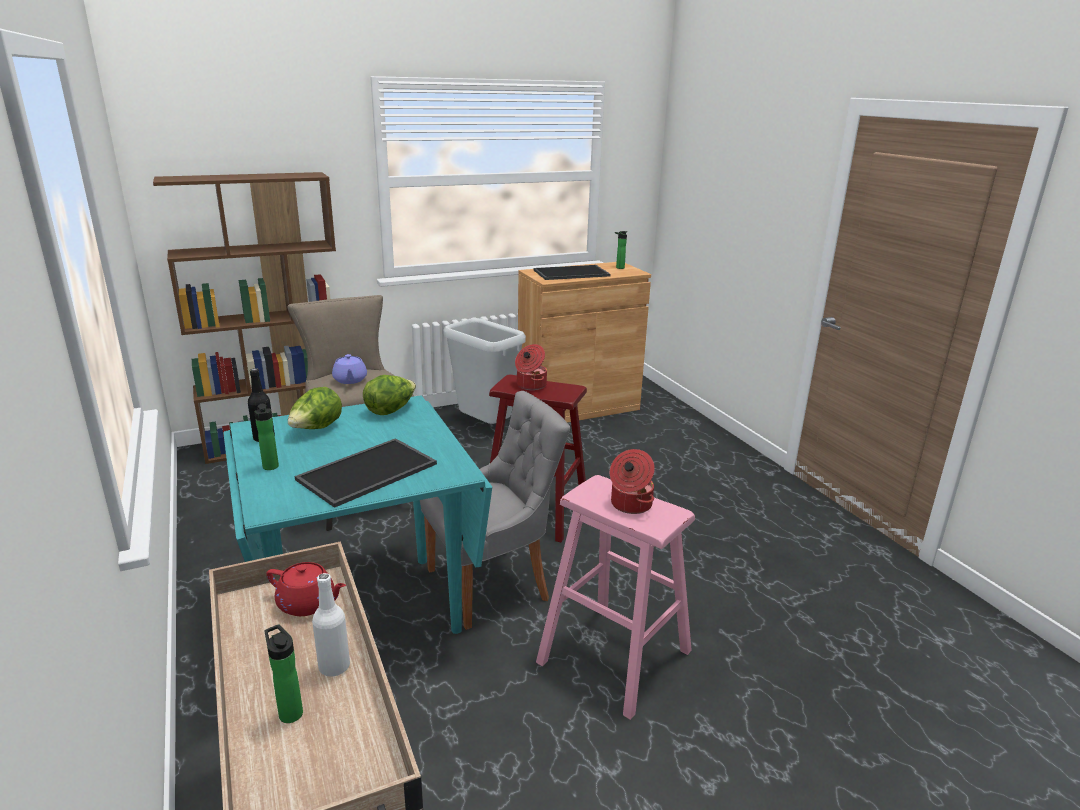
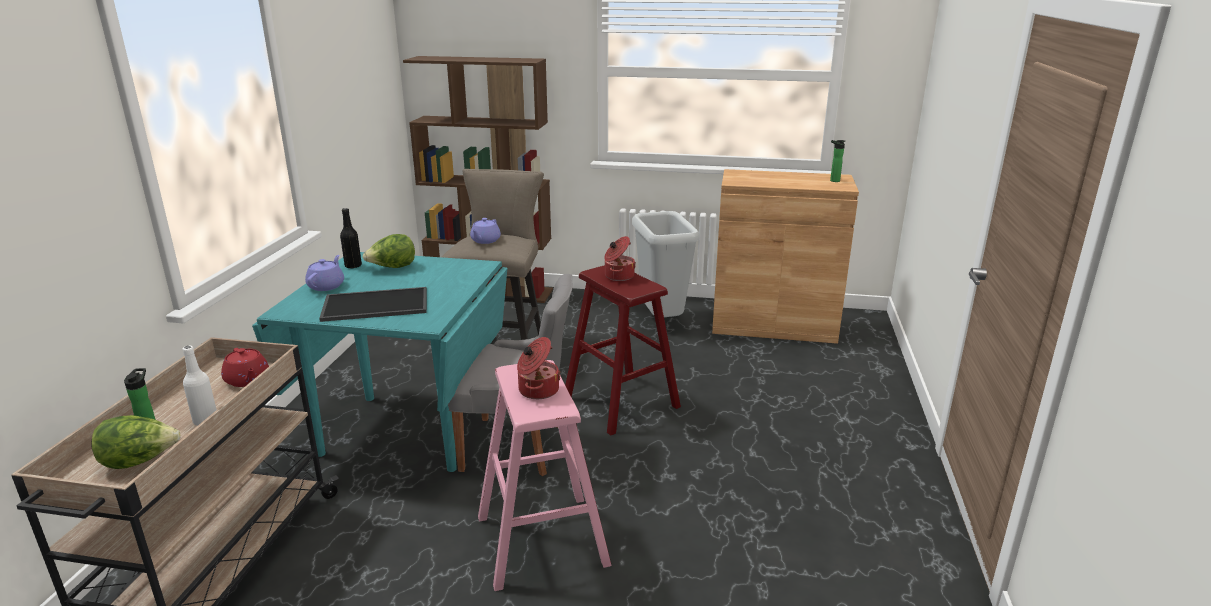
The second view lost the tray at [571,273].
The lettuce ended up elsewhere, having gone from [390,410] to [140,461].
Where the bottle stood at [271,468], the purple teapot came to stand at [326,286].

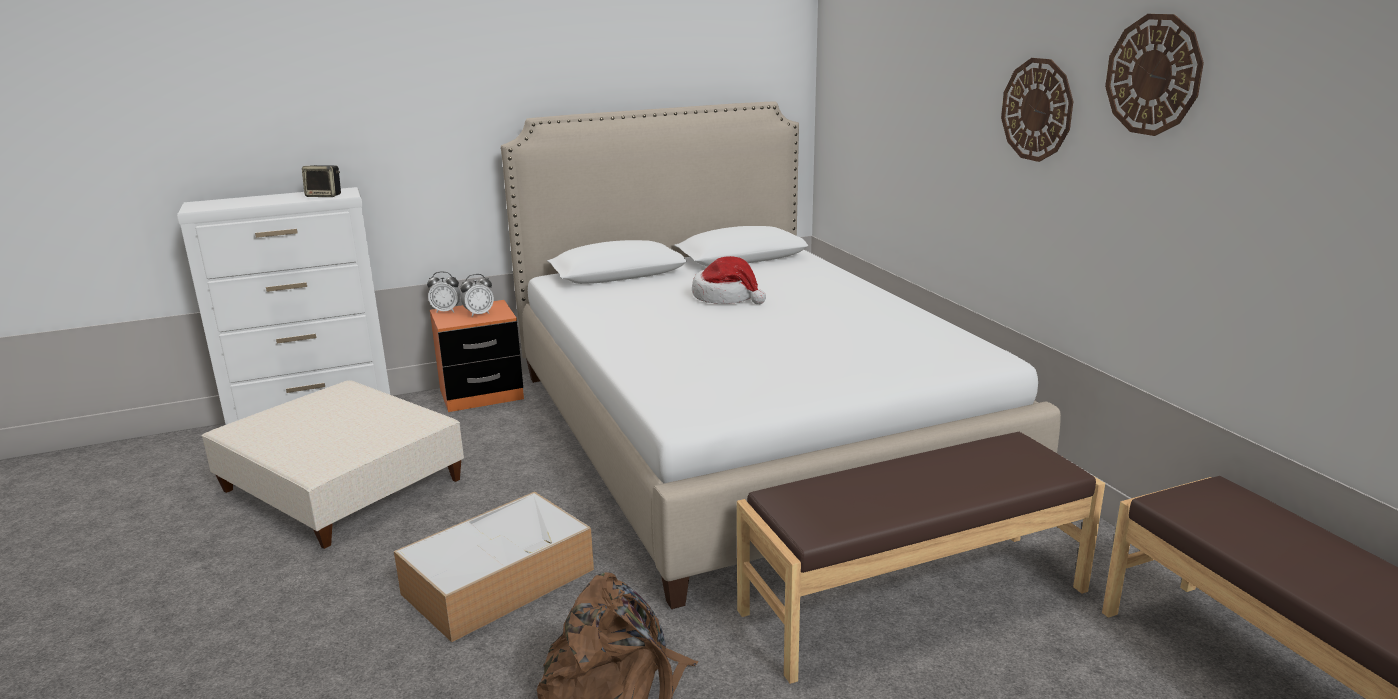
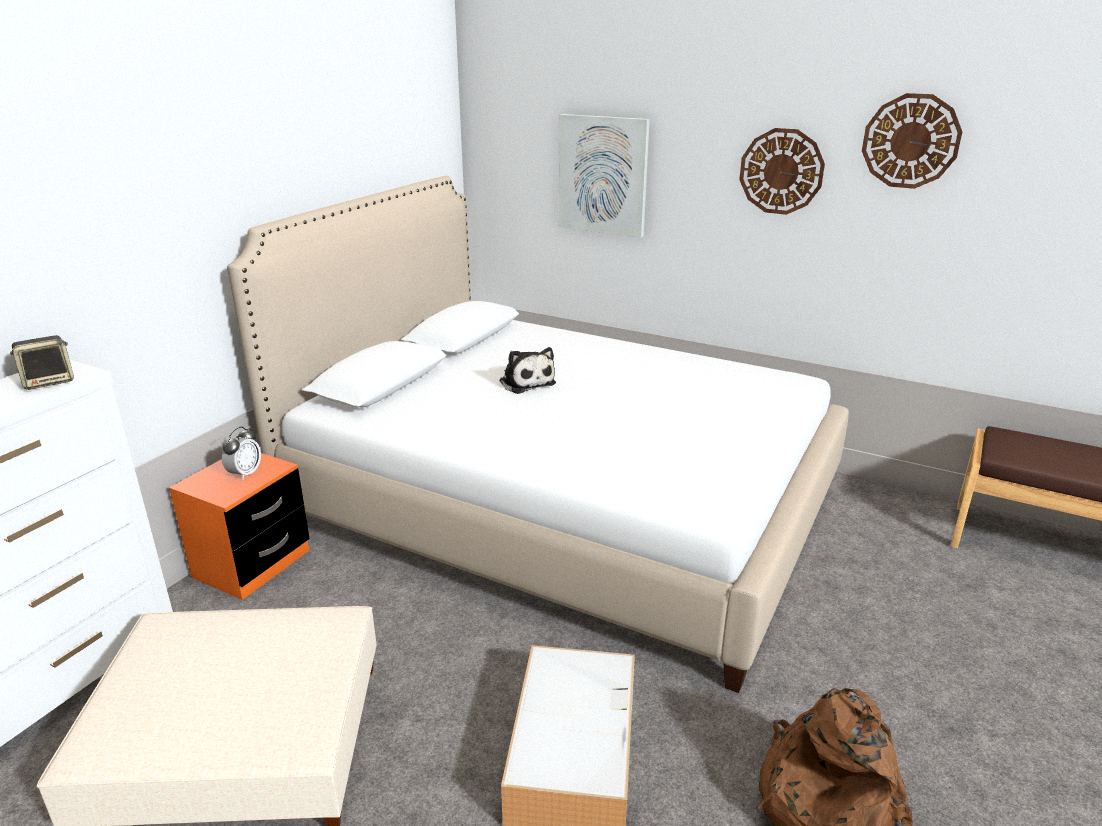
Where the hat stood at [726,297], the plush toy came to stand at [526,382].
The second view lost the alarm clock at [446,311].
The second view lost the brown bench at [913,600].
The second view gained the picture at [603,175].

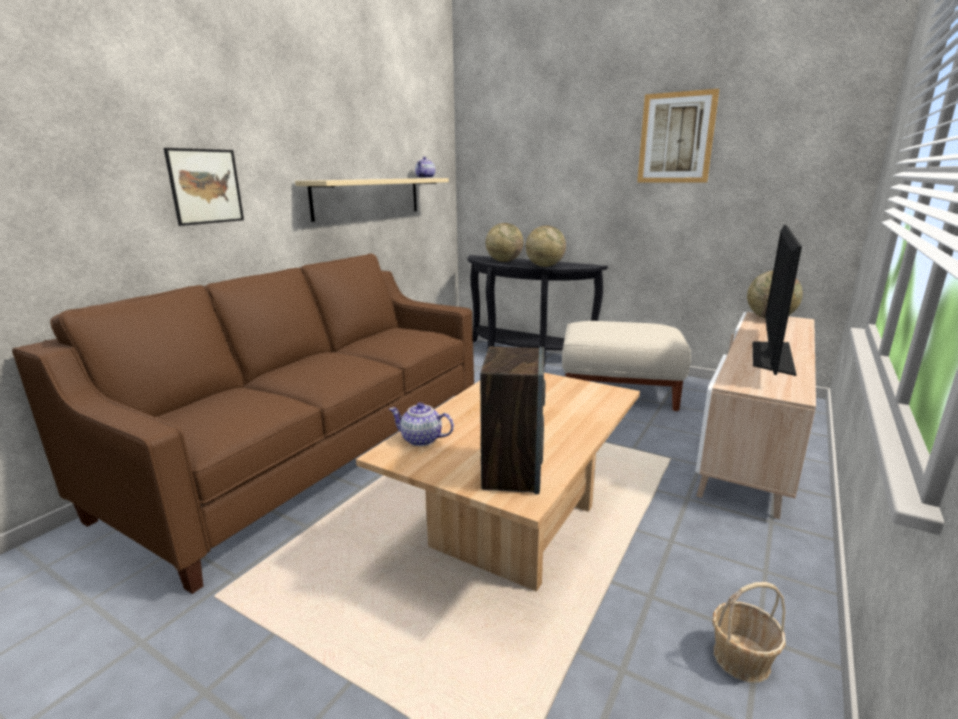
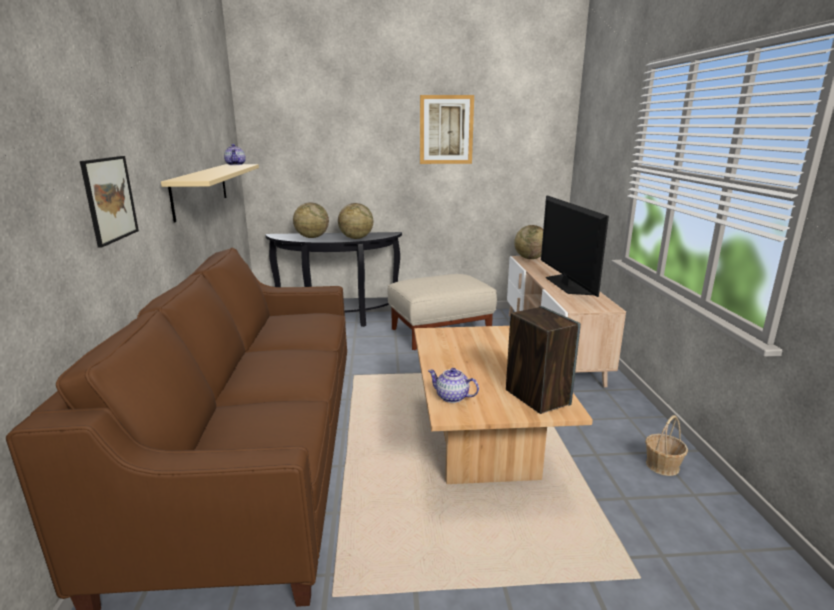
The teapot at [422,440] ended up facing another way, 45 degrees clockwise from before.

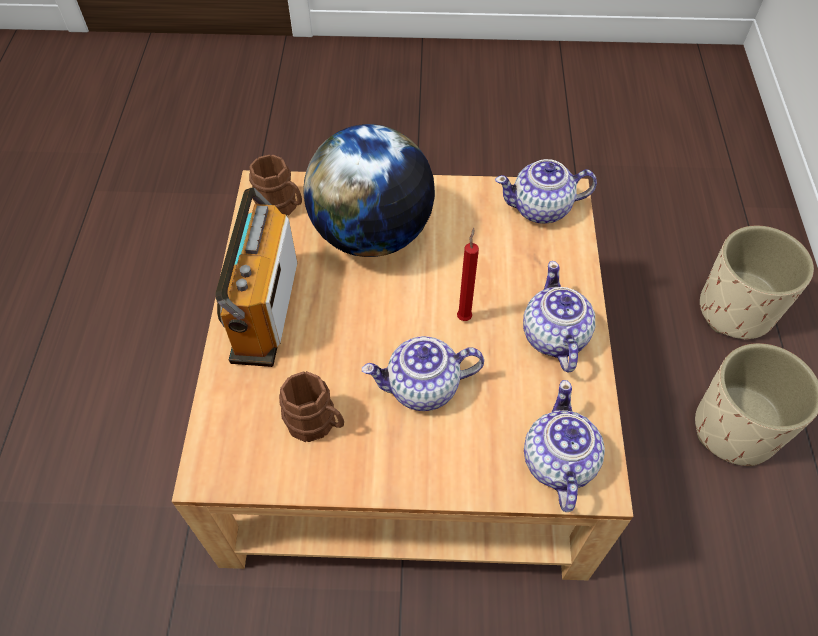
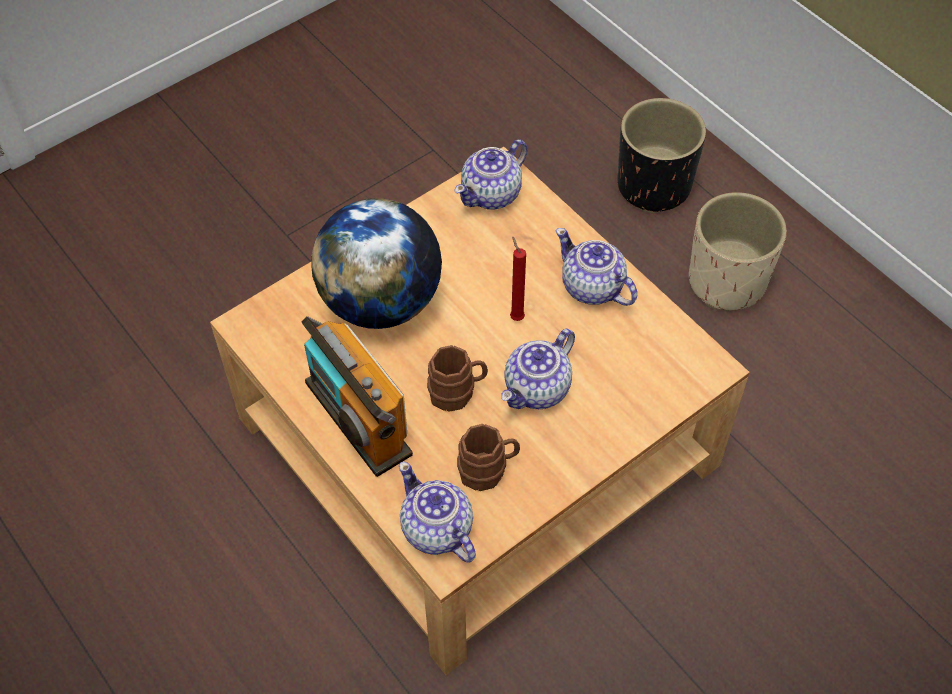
The brown mug ended up elsewhere, having gone from [281,207] to [457,392].
What was the beige planter at [736,310] turned into the black planter at [653,185].
The teapot ended up elsewhere, having gone from [557,463] to [437,530].

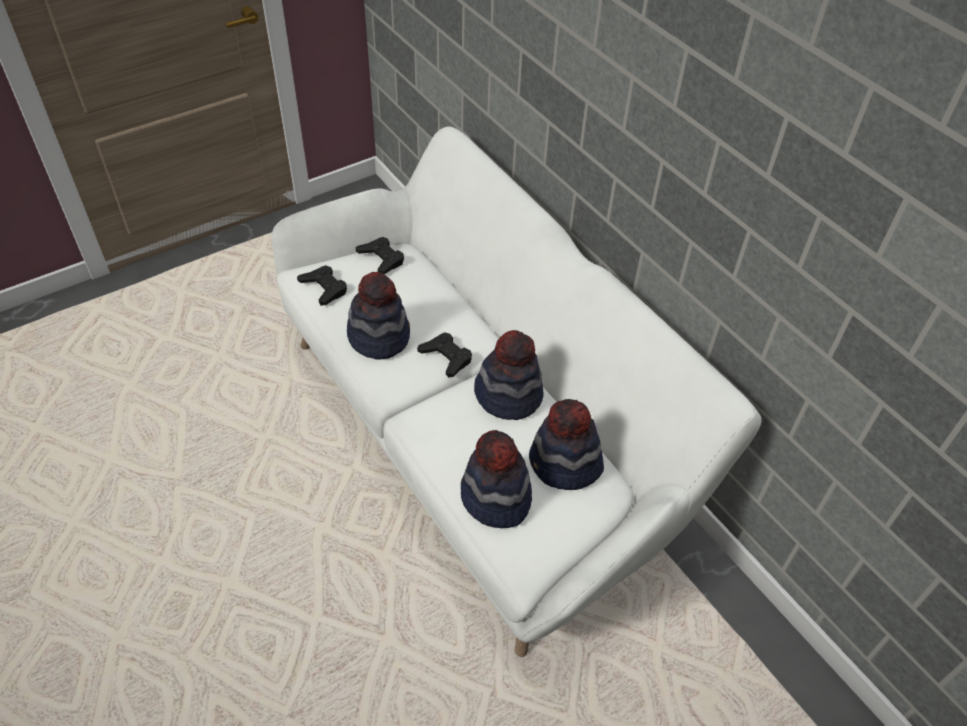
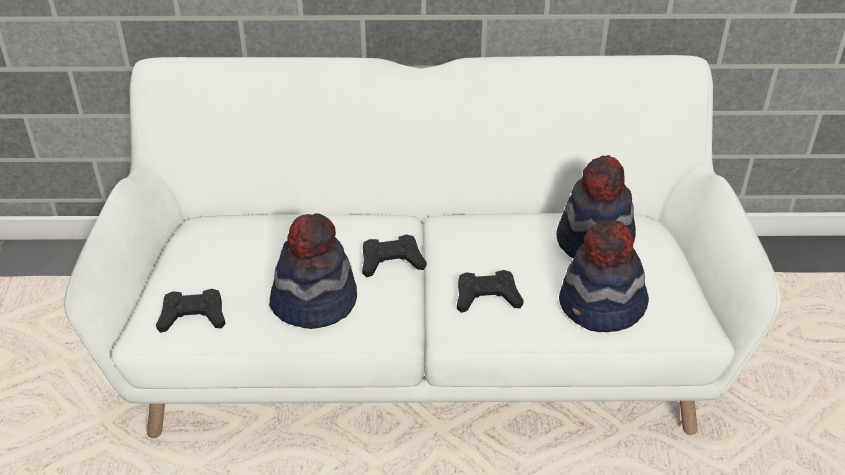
The black game controller ended up elsewhere, having gone from [381,259] to [487,296].
The second view lost the hat at [508,395].

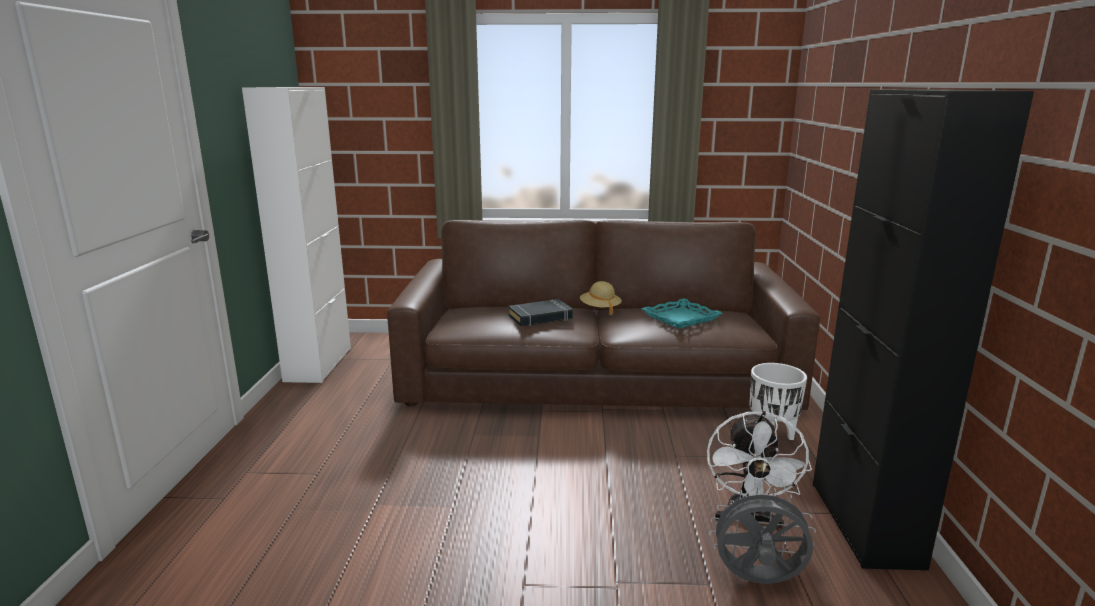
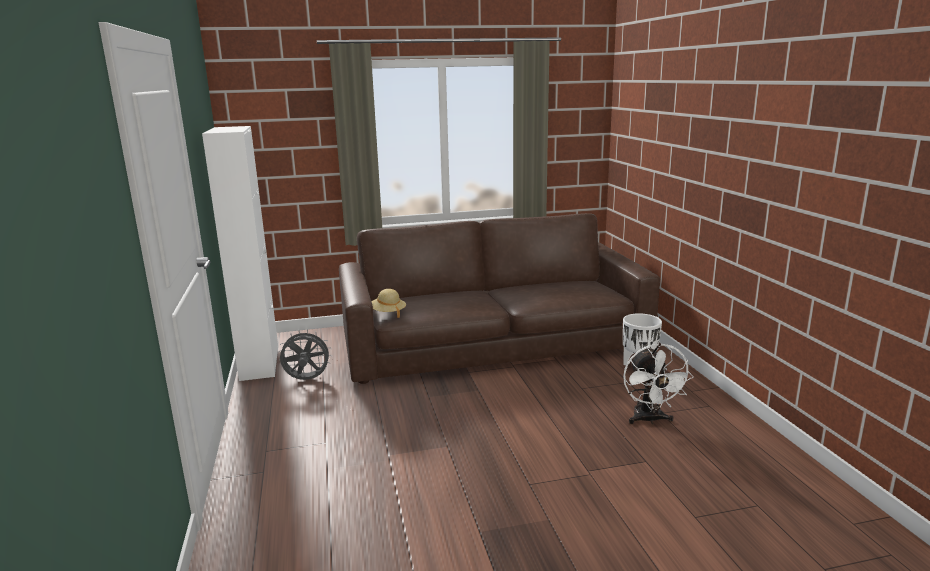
The second view lost the black cabinet at [864,523].
The beige hat ended up elsewhere, having gone from [600,309] to [388,313].
The second view lost the turquoise tray at [681,318].
The second view lost the black book at [540,317].
The grey fan ended up elsewhere, having gone from [757,581] to [307,380].

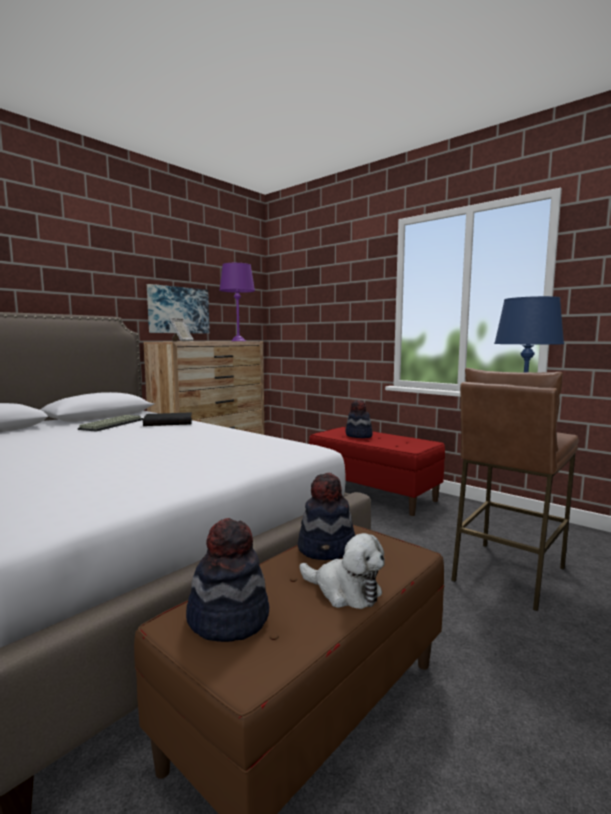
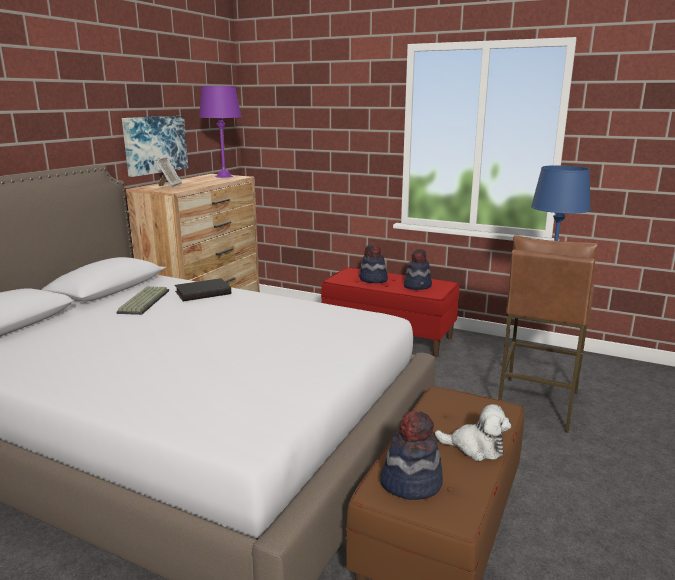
The hat ended up elsewhere, having gone from [327,548] to [418,286].

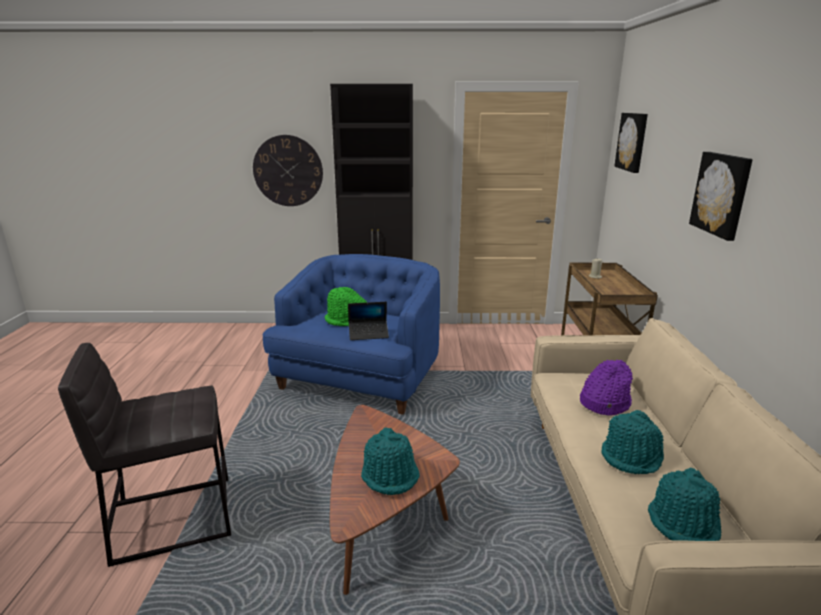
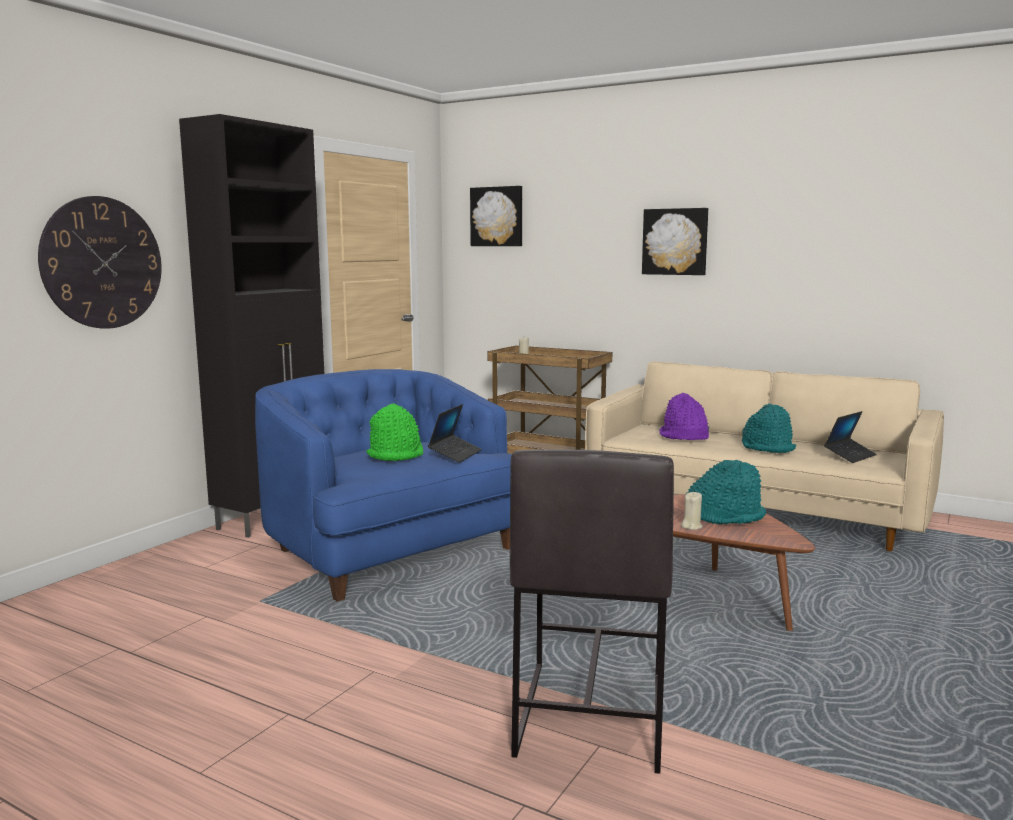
Where the turquoise hat stood at [683,521], the laptop came to stand at [850,456].
The second view gained the beige candle at [691,526].

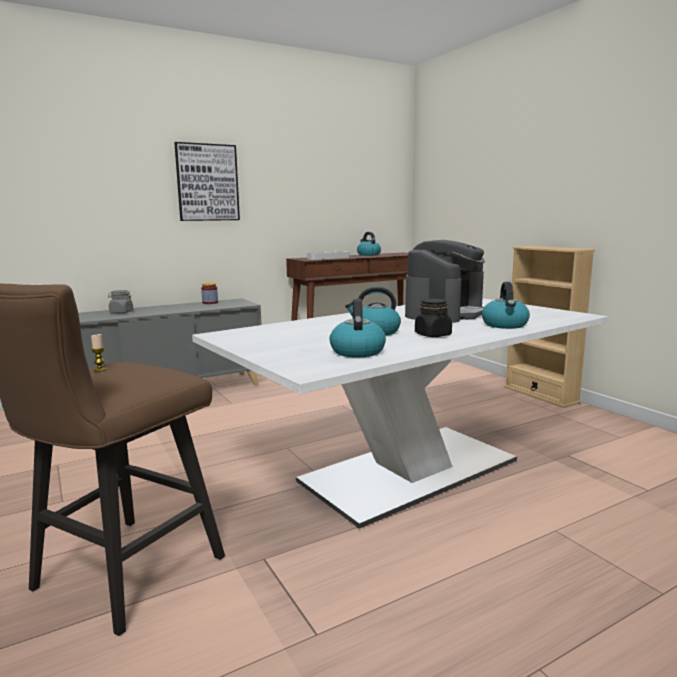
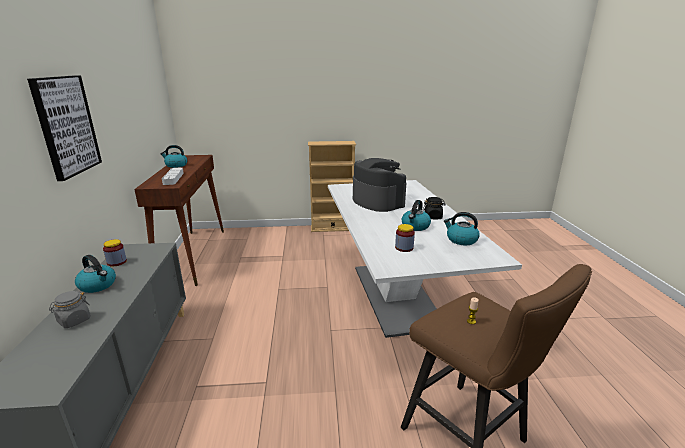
The kettle ended up elsewhere, having gone from [505,325] to [98,285].
The second view gained the jar at [404,248].

